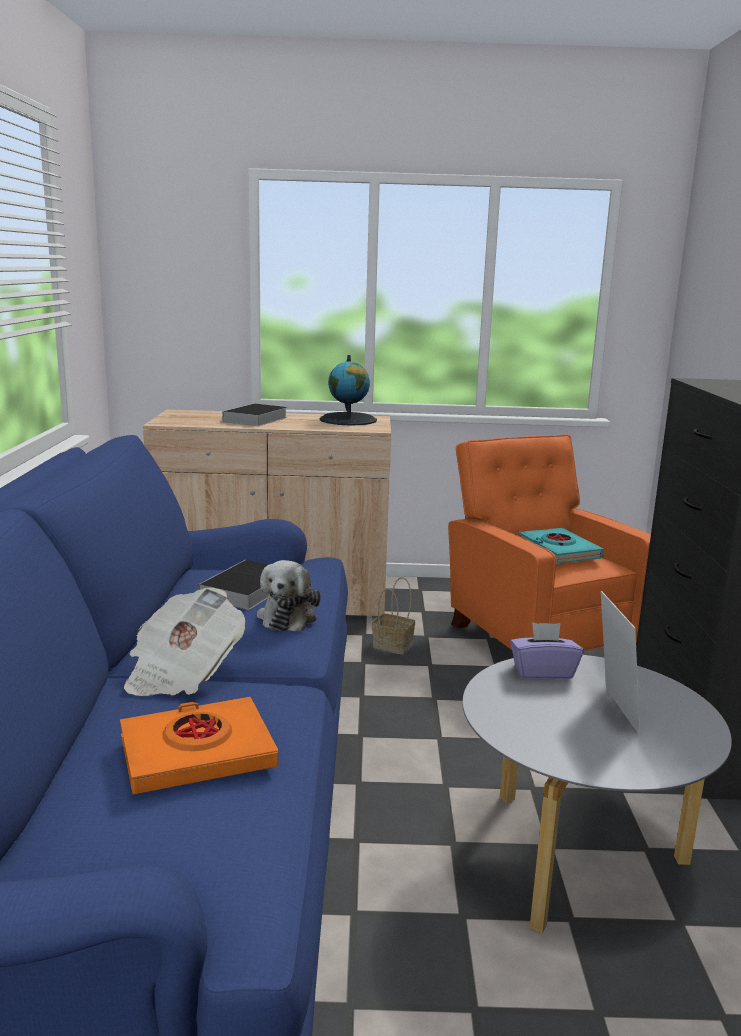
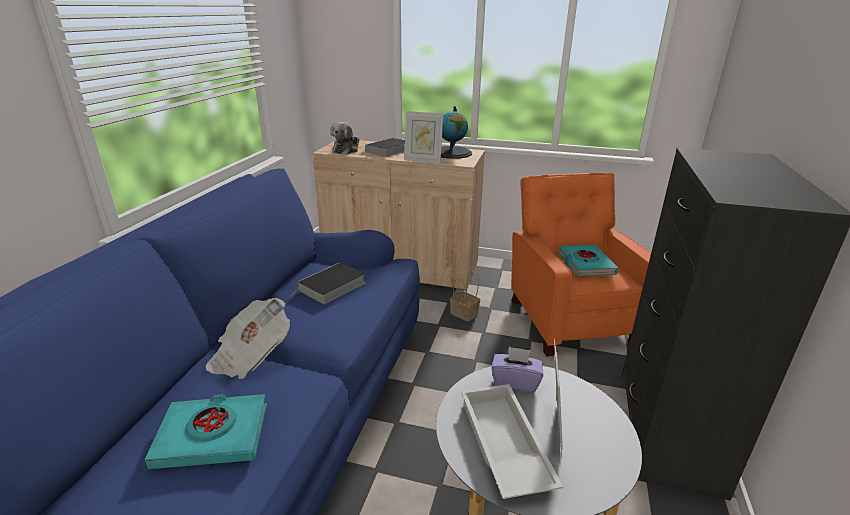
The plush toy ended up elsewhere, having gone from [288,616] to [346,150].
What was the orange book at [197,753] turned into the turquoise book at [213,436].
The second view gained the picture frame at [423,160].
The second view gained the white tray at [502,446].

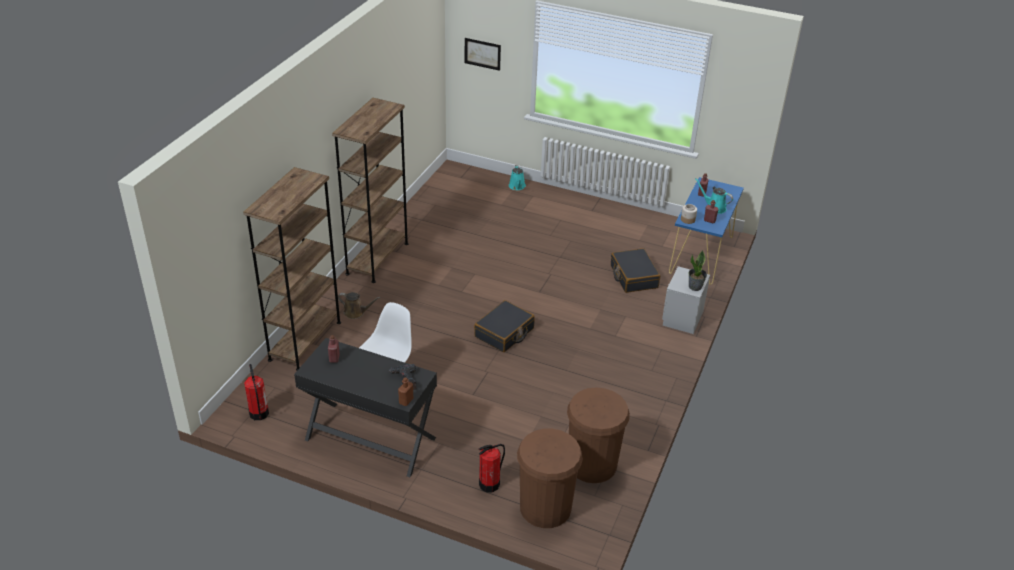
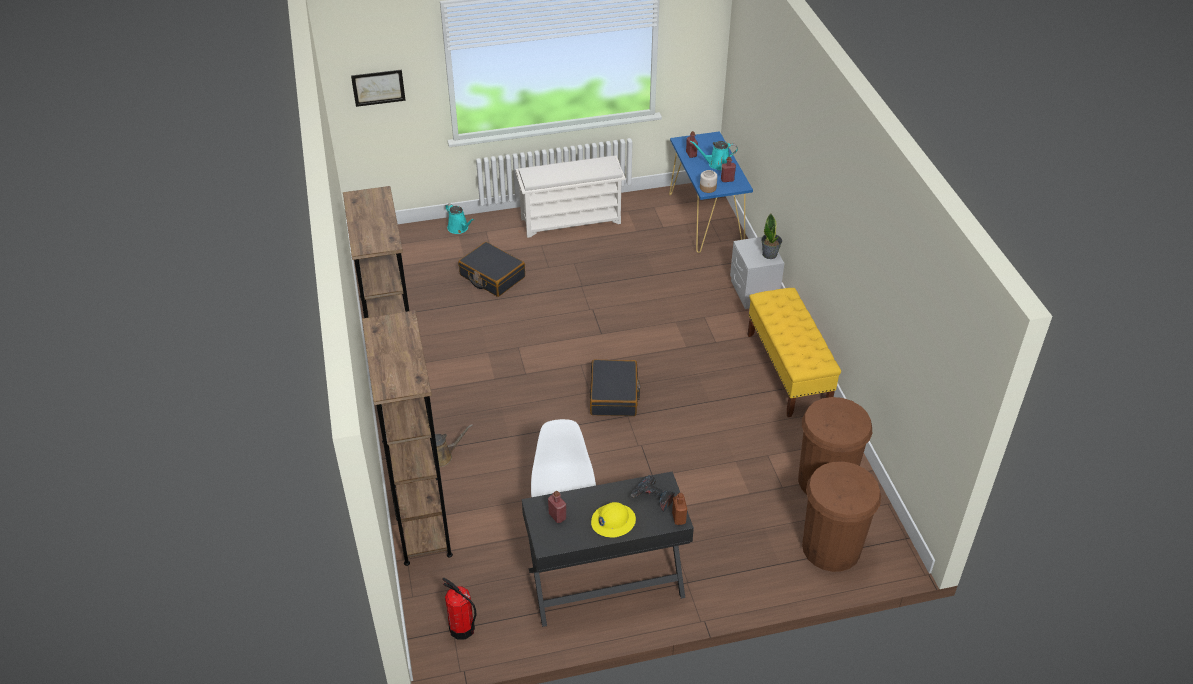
The black suitcase ended up elsewhere, having gone from [633,277] to [492,276].
The second view lost the fire extinguisher at [489,484].
The second view gained the white shoe rack at [571,220].
The second view gained the yellow bench at [788,371].
The second view gained the yellow hard hat at [613,521].

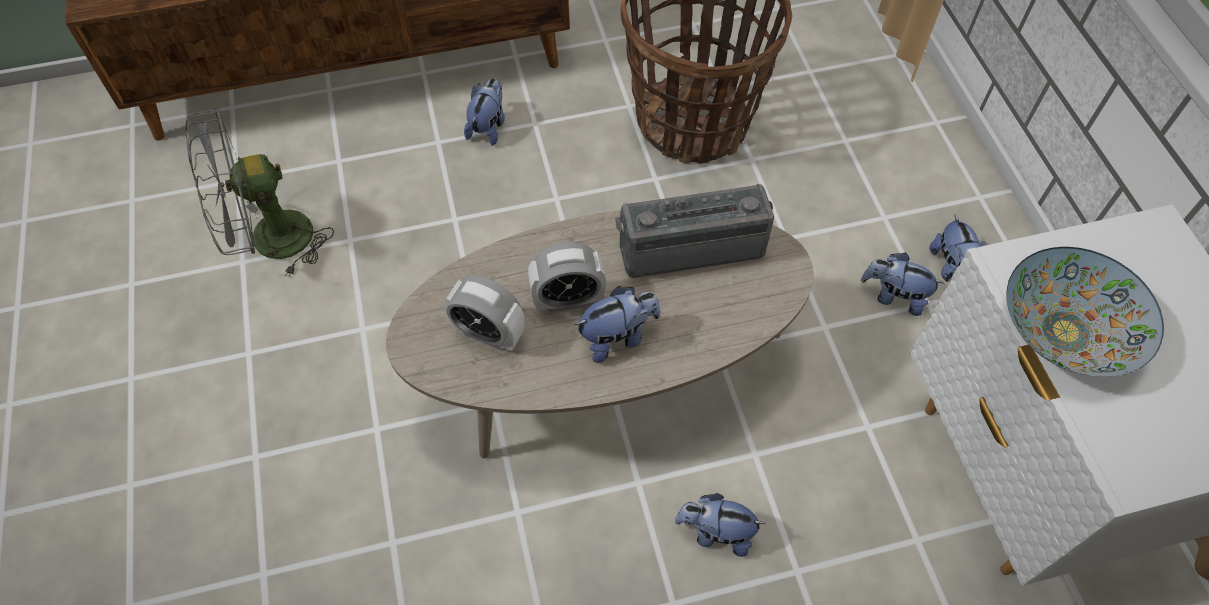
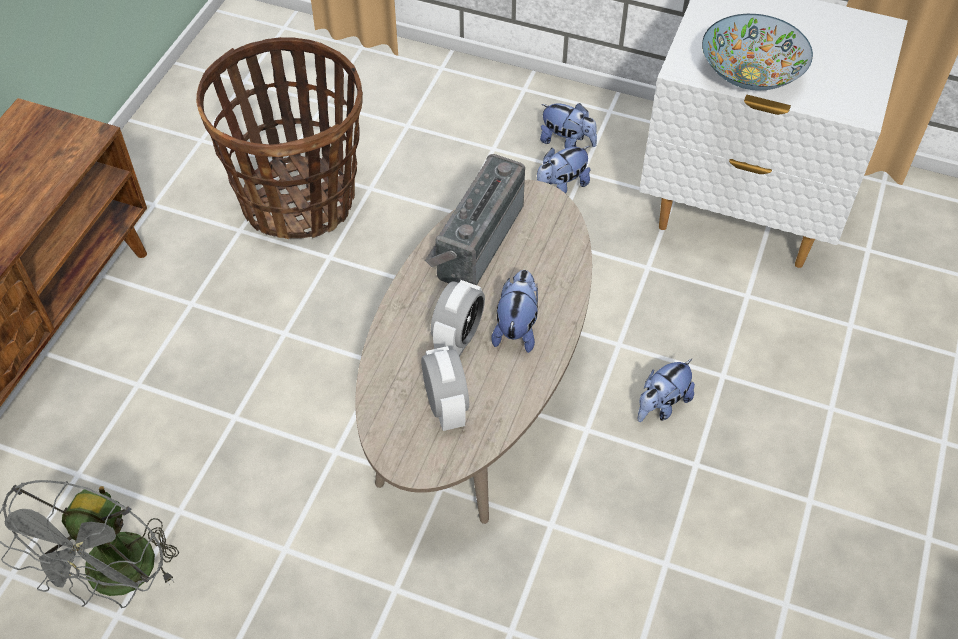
The second view lost the plush toy at [488,127].
The alarm clock at [489,334] ended up facing another way, 75 degrees counterclockwise from before.

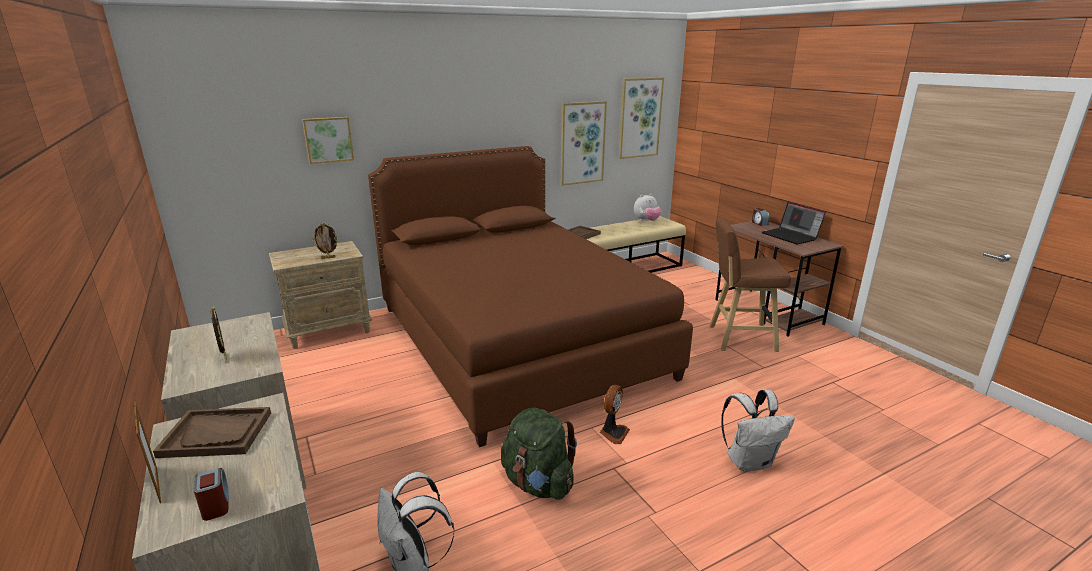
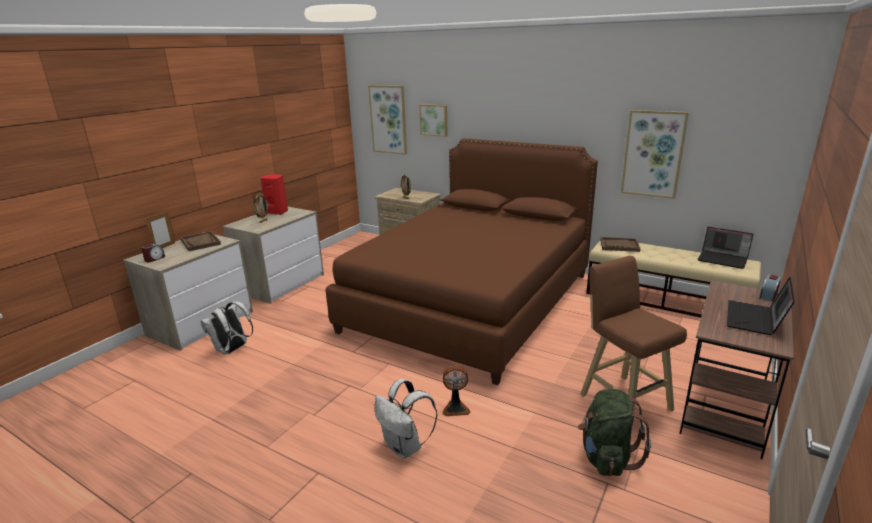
The picture ended up elsewhere, having gone from [640,118] to [388,119].
Where the plush toy stood at [646,221], the laptop came to stand at [723,259].
The fan ended up elsewhere, having gone from [613,433] to [455,408].
The green backpack ended up elsewhere, having gone from [538,483] to [606,457].
The second view gained the red speaker at [277,212].

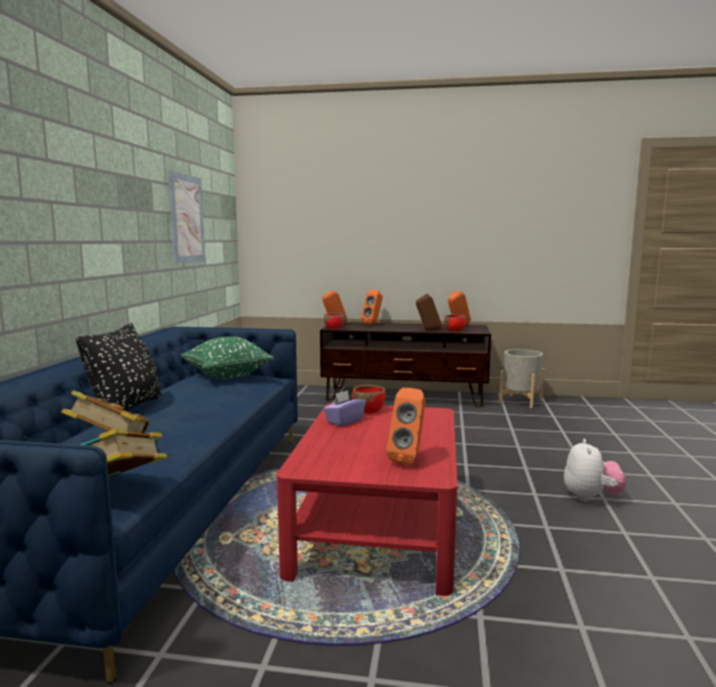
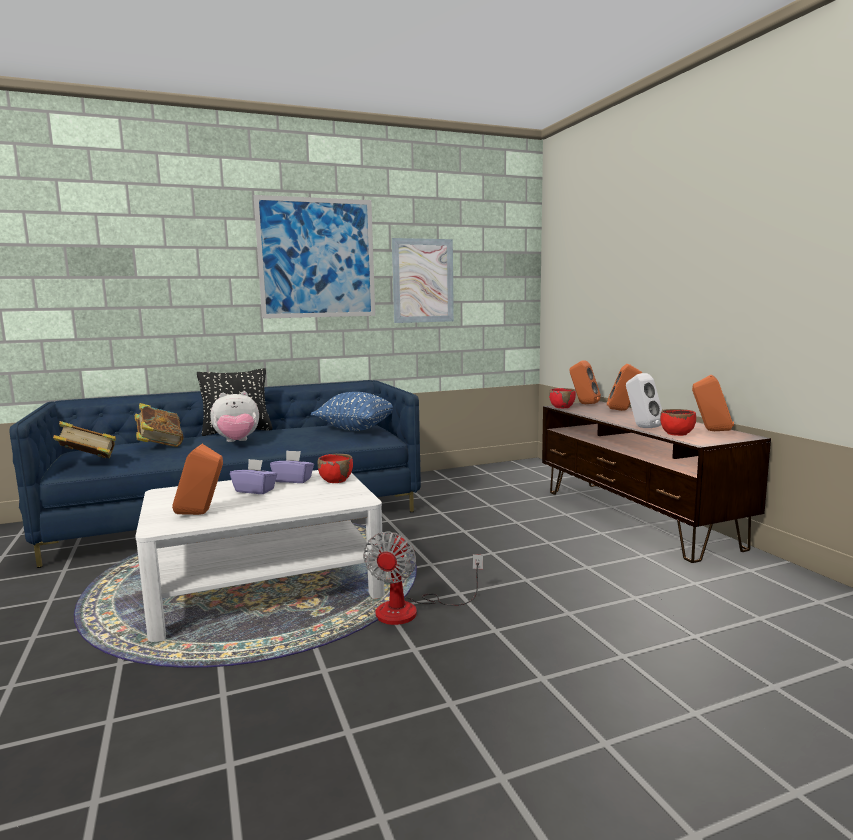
What was the brown speaker at [428,330] turned into the white speaker at [641,427].
What was the green pillow at [227,376] turned into the blue pillow at [357,428].
The second view lost the grey planter at [520,401].
What was the red coffee table at [377,525] turned into the white coffee table at [265,585].
The plush toy ended up elsewhere, having gone from [591,497] to [237,442].
The second view gained the picture at [317,258].
The second view gained the purple tissue box at [255,490].
The second view gained the fan at [411,610].

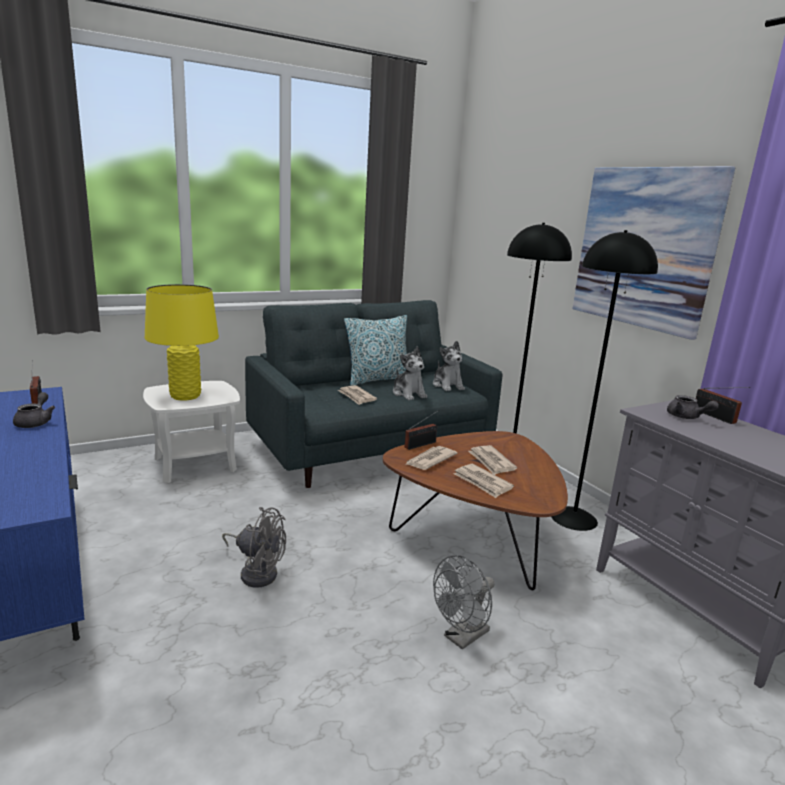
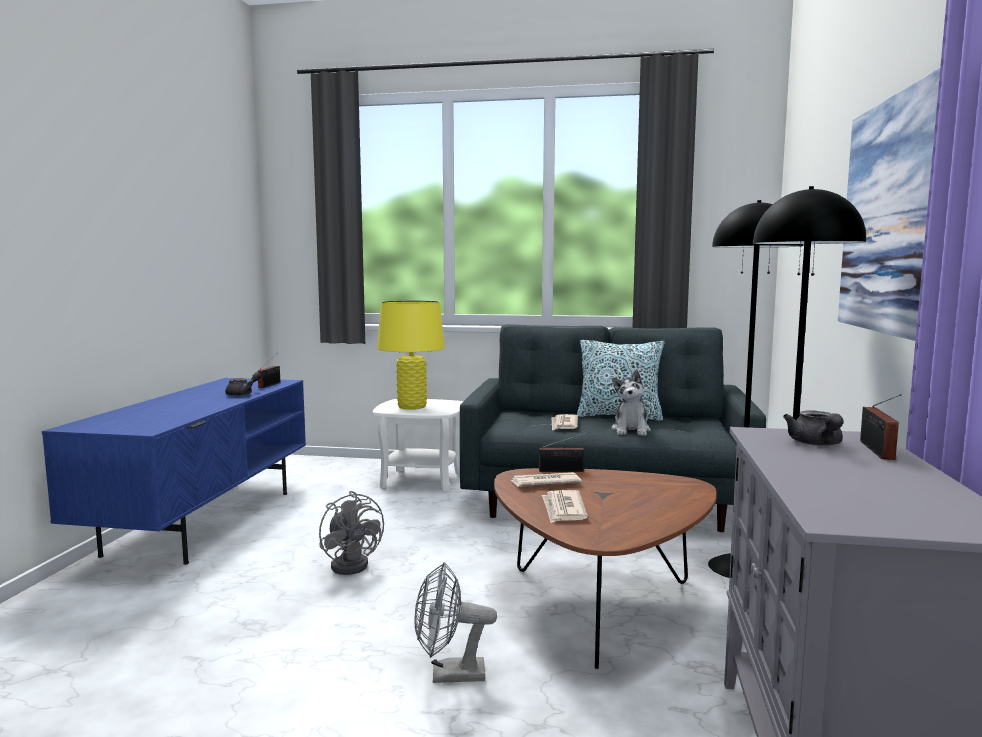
The second view lost the plush toy at [447,385].
The second view lost the newspaper at [491,462].

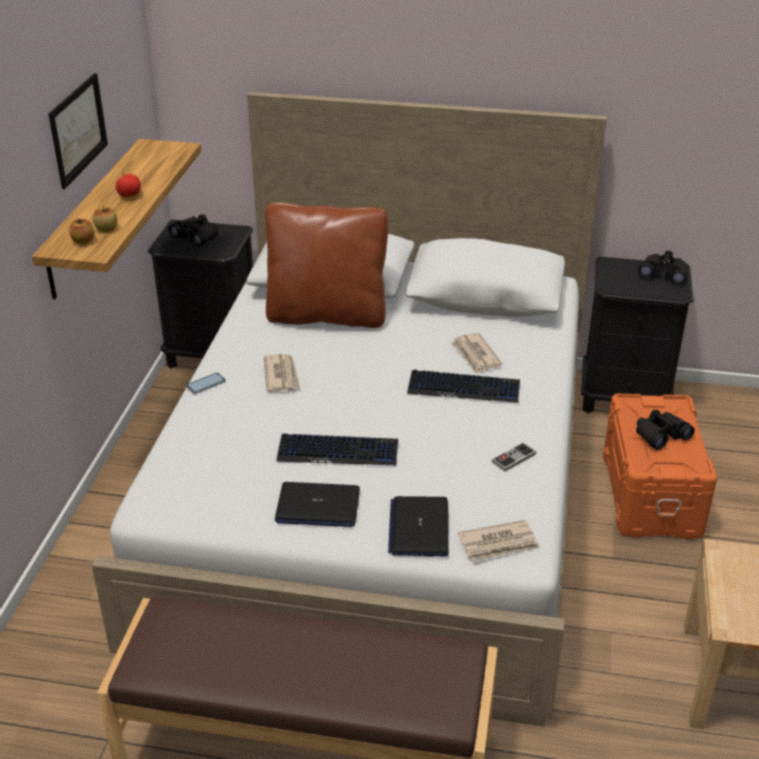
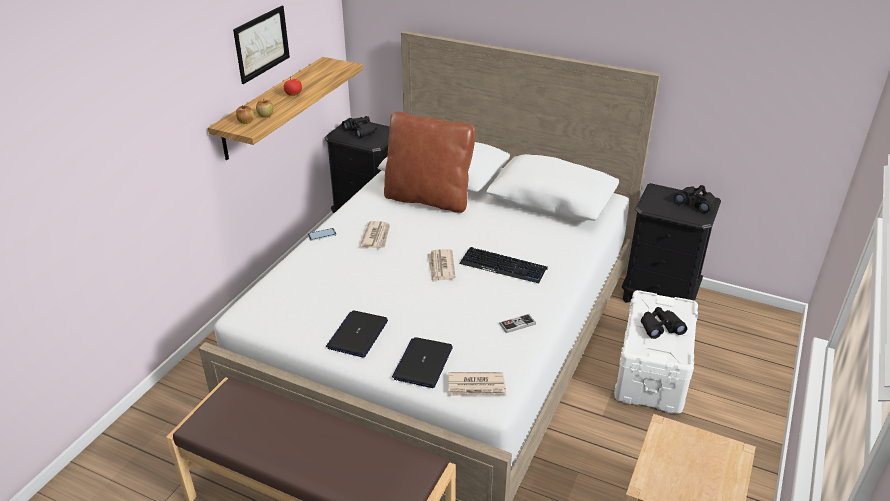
The newspaper ended up elsewhere, having gone from [475,355] to [441,267].
What was the orange storage box at [652,493] turned into the white storage box at [653,372].
The second view lost the keyboard at [338,452].
The laptop at [317,506] ended up facing another way, 90 degrees clockwise from before.

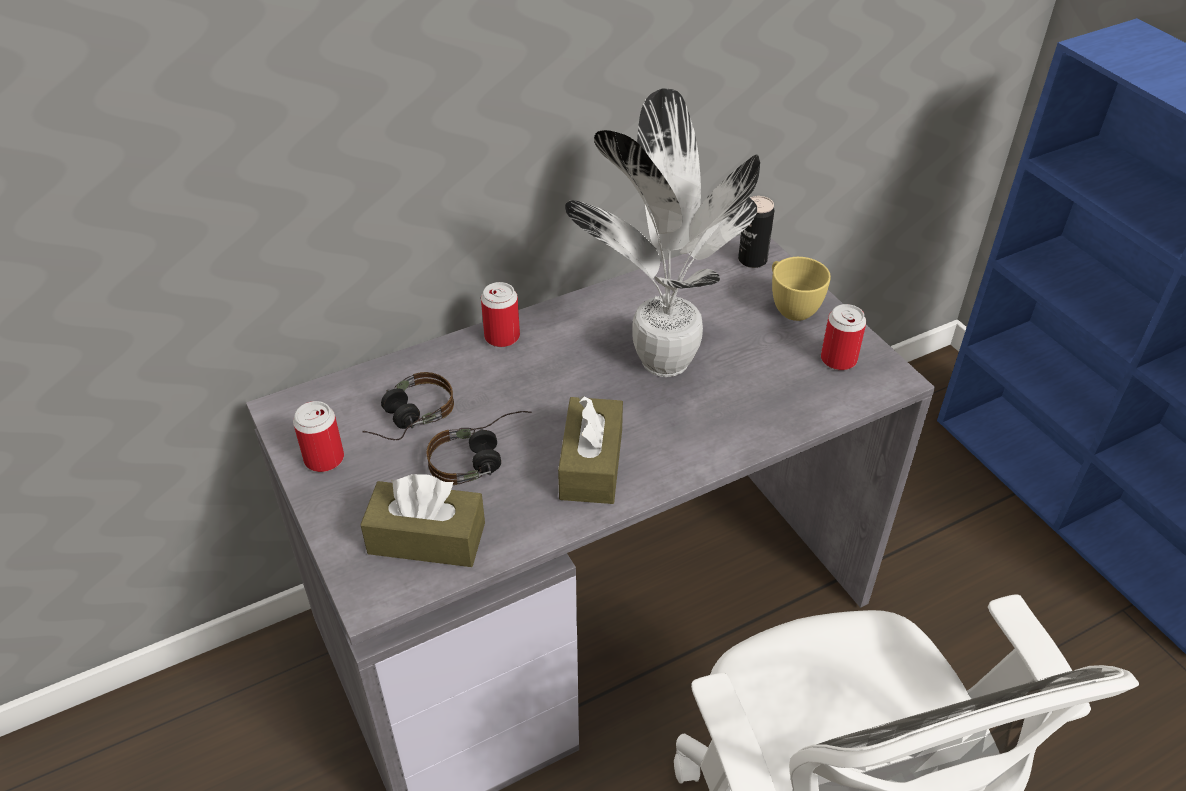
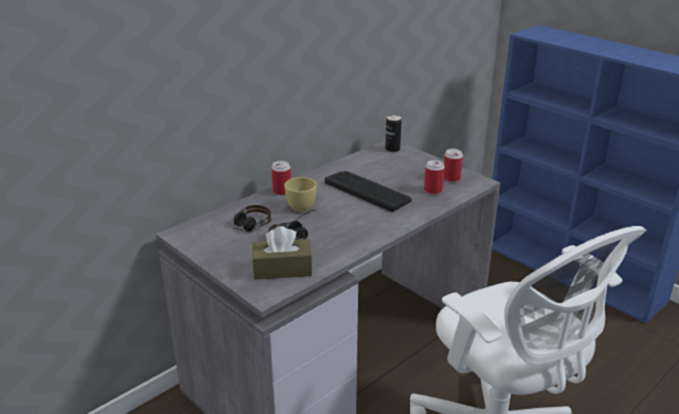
Where the potted plant stood at [661,364], the keyboard came to stand at [367,191].
The yellow cup ended up elsewhere, having gone from [791,307] to [298,206].
The second view lost the brown tissue box at [591,464].
The can ended up elsewhere, having gone from [324,459] to [433,190].

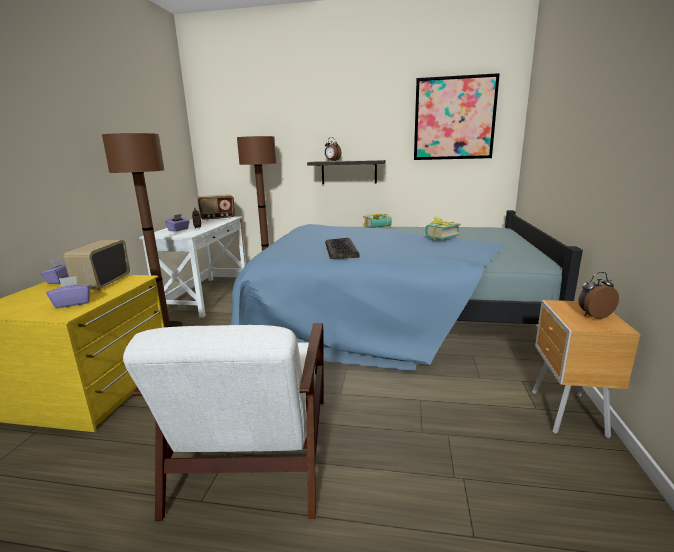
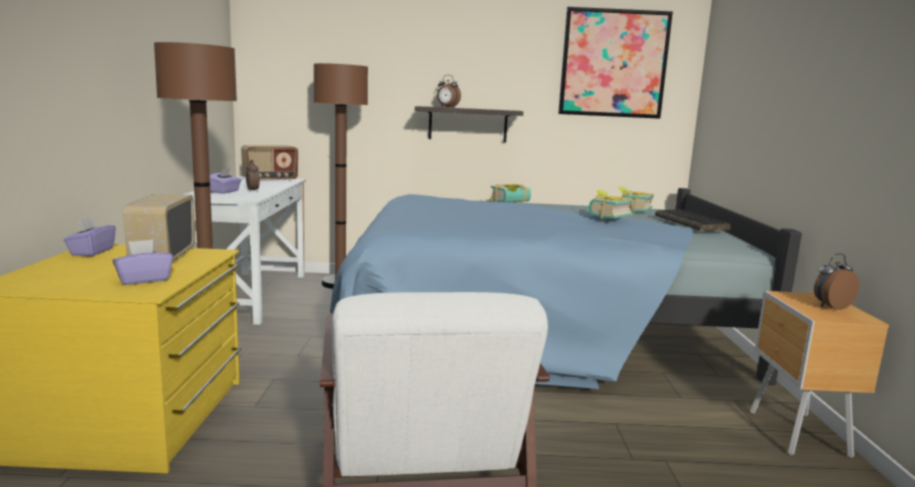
The keyboard ended up elsewhere, having gone from [341,250] to [691,222].
The second view gained the book at [631,210].

